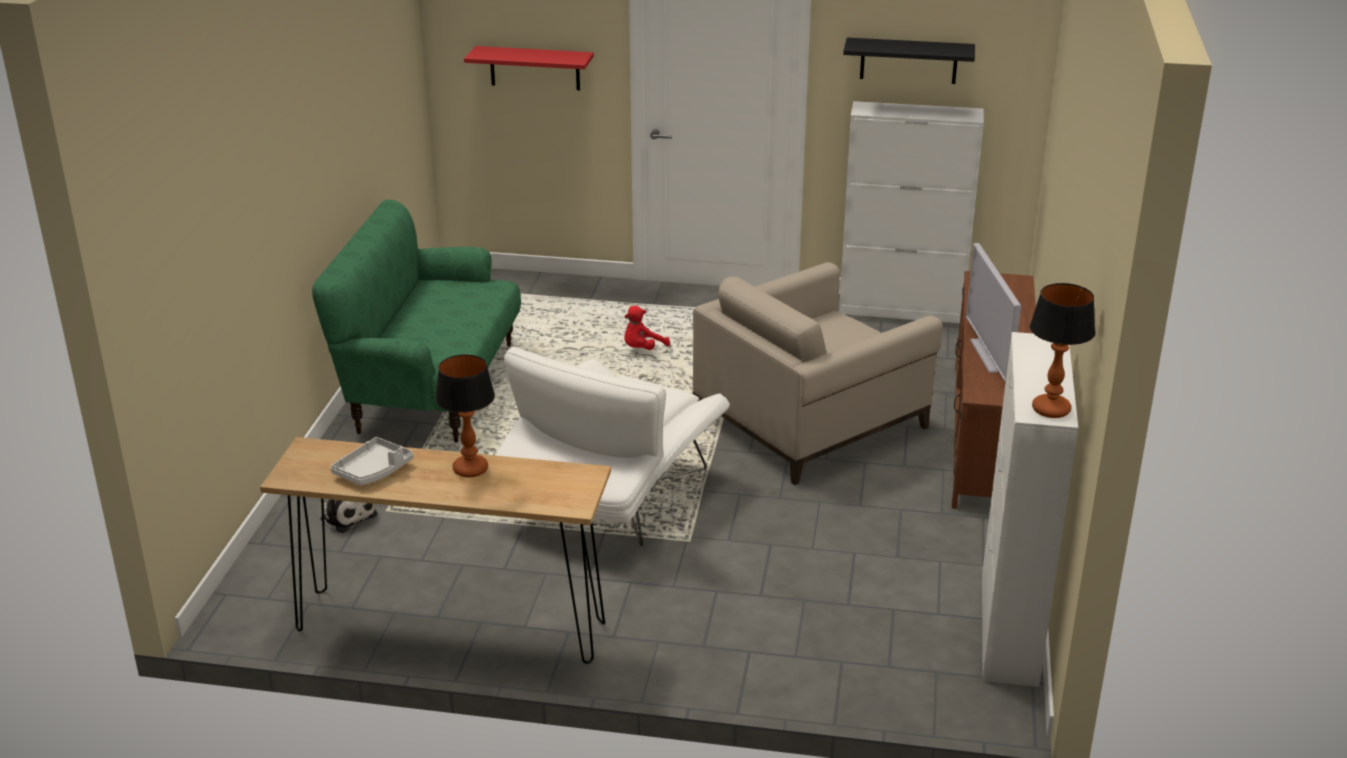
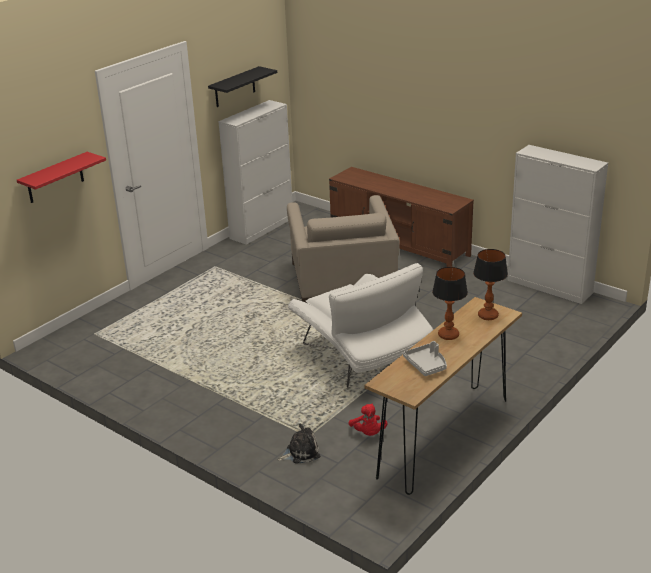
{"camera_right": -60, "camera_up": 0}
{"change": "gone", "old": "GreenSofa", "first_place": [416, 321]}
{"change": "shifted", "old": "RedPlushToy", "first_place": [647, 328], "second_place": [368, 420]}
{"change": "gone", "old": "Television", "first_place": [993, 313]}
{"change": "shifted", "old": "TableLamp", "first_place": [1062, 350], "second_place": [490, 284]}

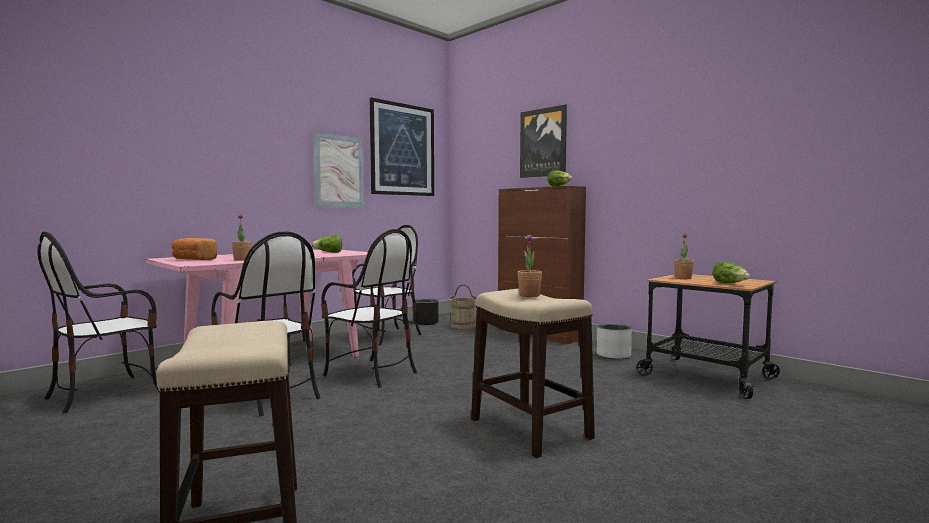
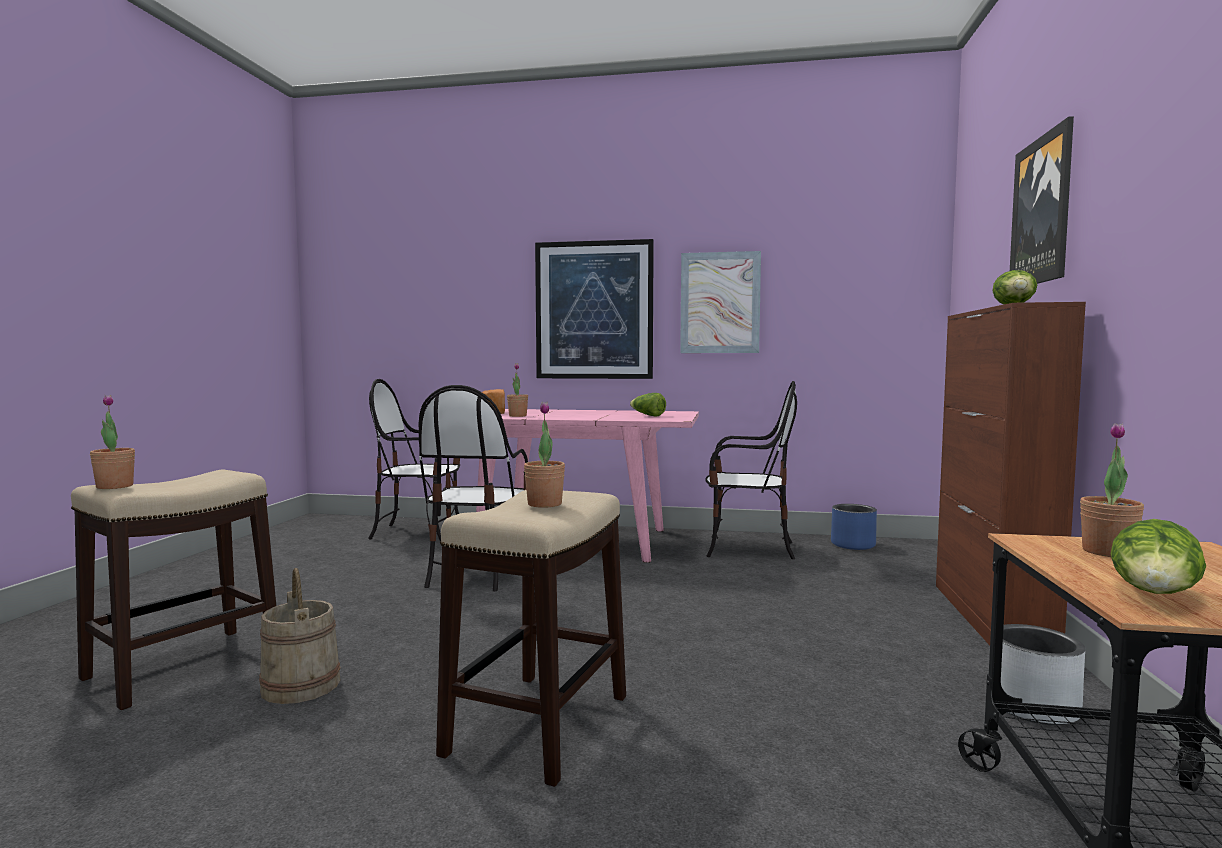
{"camera_right": 55, "camera_up": 0}
{"change": "gone", "old": "Chair", "first_place": [369, 308]}
{"change": "shifted", "old": "Picture", "first_place": [402, 146], "second_place": [594, 309]}
{"change": "repainted", "old": "BlackPlanter", "new": "BluePlanter", "first_place": [426, 311], "second_place": [854, 527]}
{"change": "shifted", "old": "BeigeBucket", "first_place": [463, 306], "second_place": [300, 636]}
{"change": "new", "new": "PottedPlant", "second_place": [112, 442]}

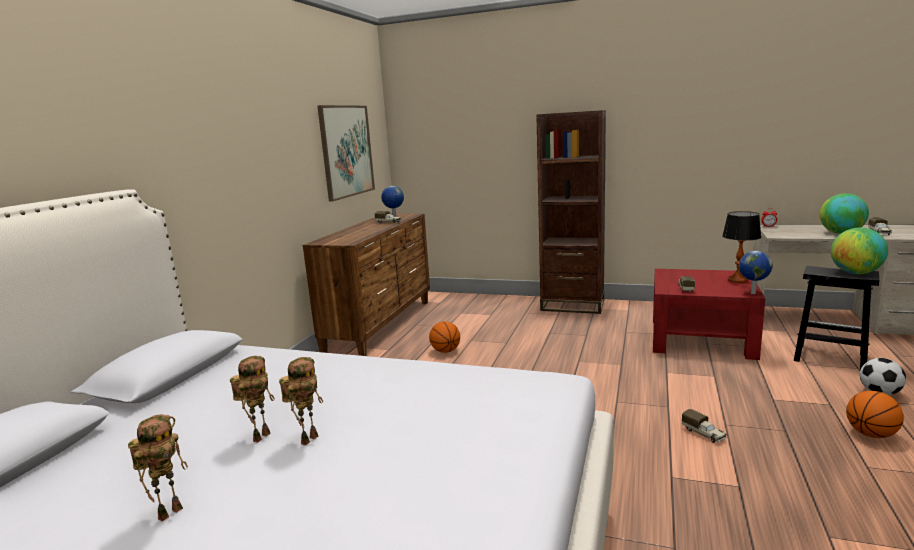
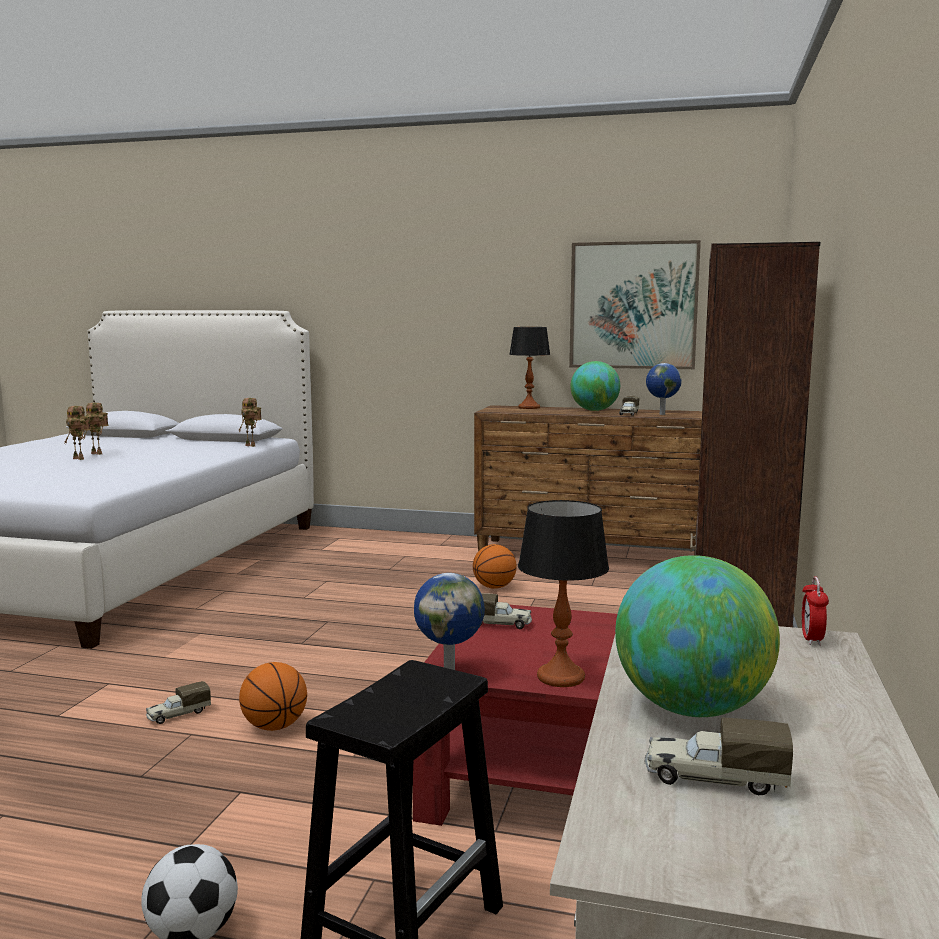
{"camera_right": 85, "camera_up": -5}
{"change": "shifted", "old": "ToyRobot", "first_place": [158, 467], "second_place": [250, 422]}
{"change": "shifted", "old": "Globe", "first_place": [859, 251], "second_place": [595, 386]}
{"change": "shifted", "old": "Basketball", "first_place": [875, 414], "second_place": [273, 696]}
{"change": "new", "new": "TableLamp", "second_place": [529, 368]}

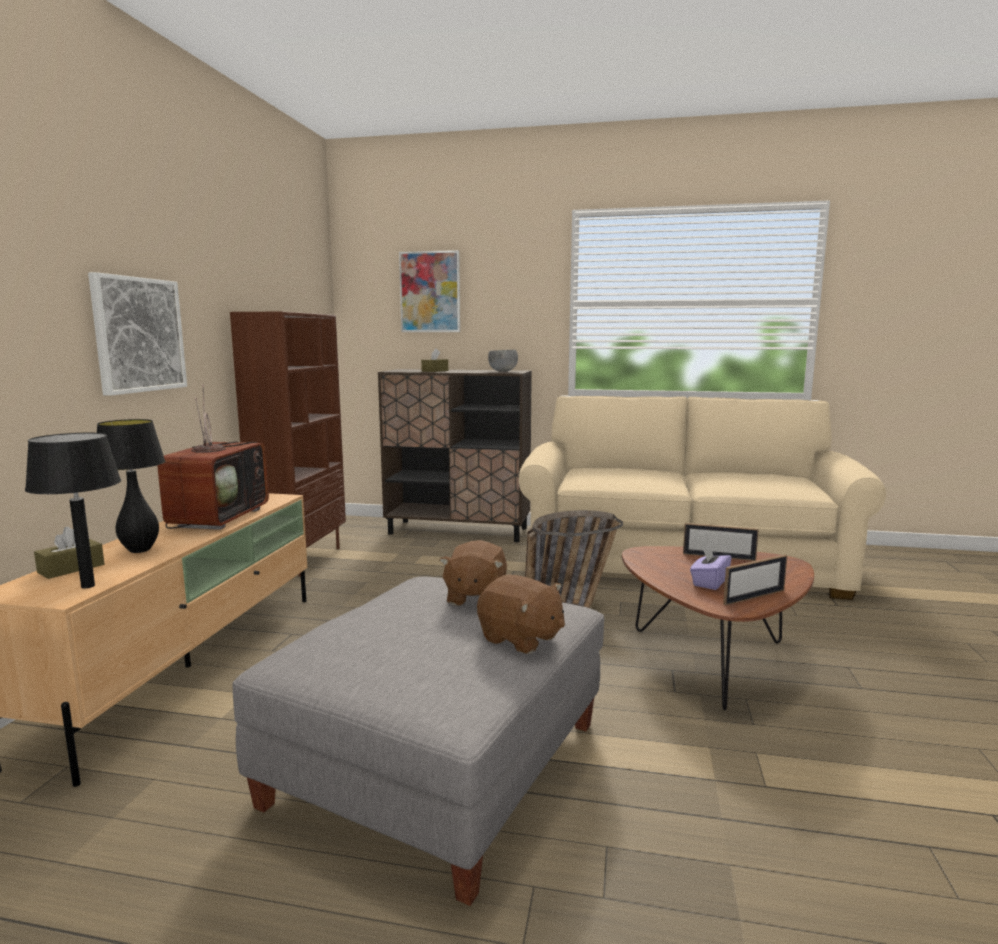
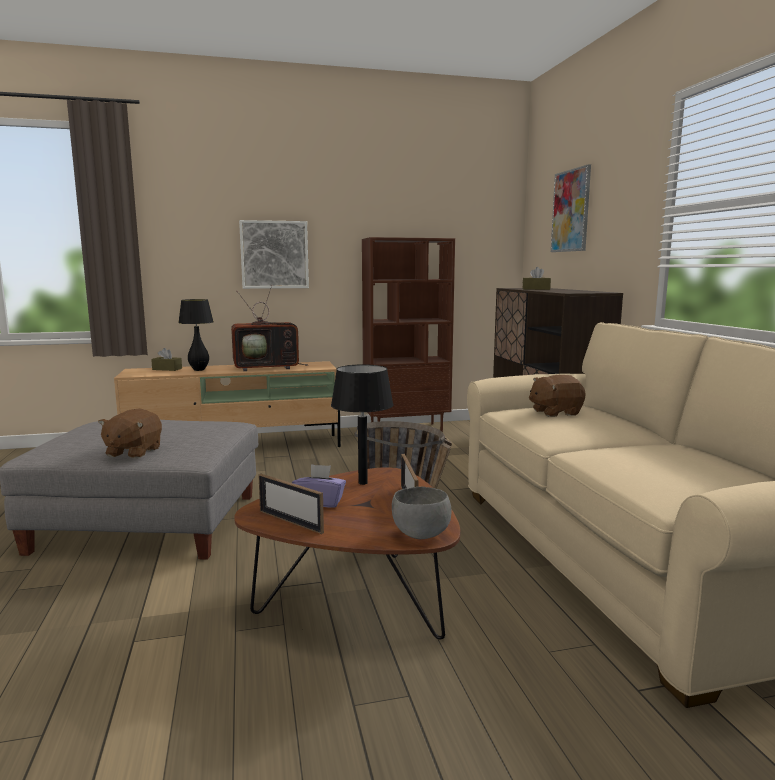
{"camera_right": 65, "camera_up": 0}
{"change": "shifted", "old": "BlackTableLamp", "first_place": [73, 510], "second_place": [362, 424]}
{"change": "shifted", "old": "BrownPlushToy", "first_place": [473, 573], "second_place": [557, 396]}
{"change": "shifted", "old": "GreyBowl", "first_place": [503, 361], "second_place": [421, 513]}

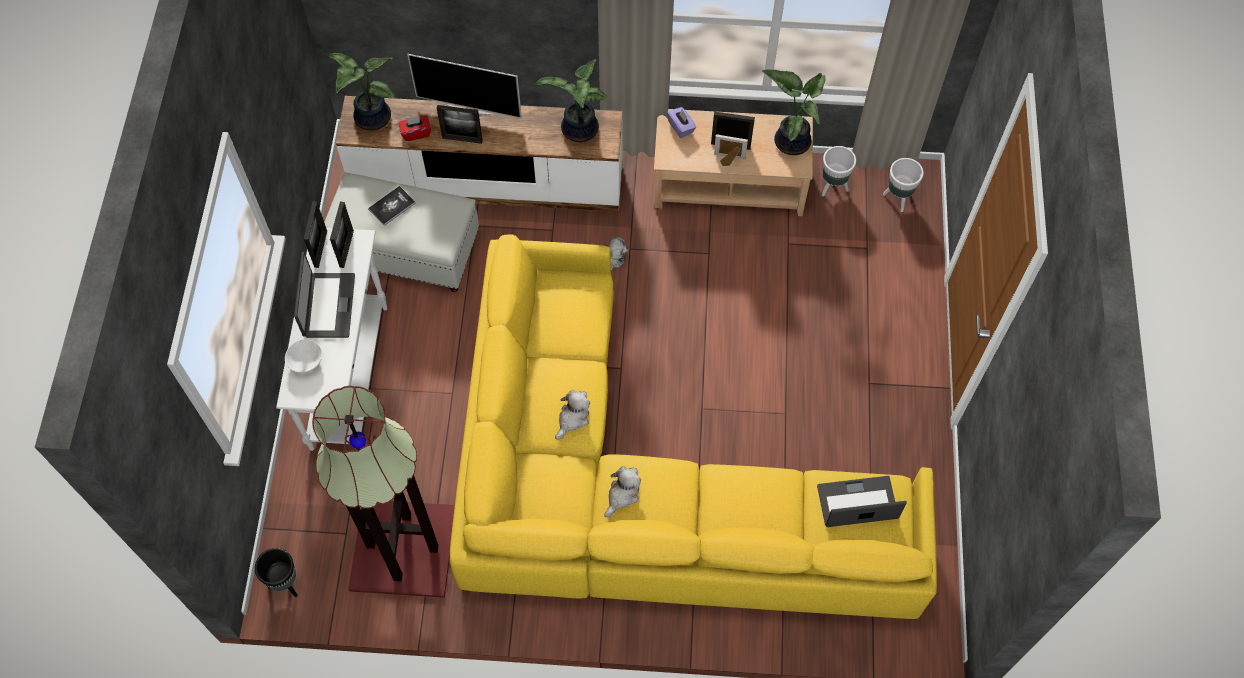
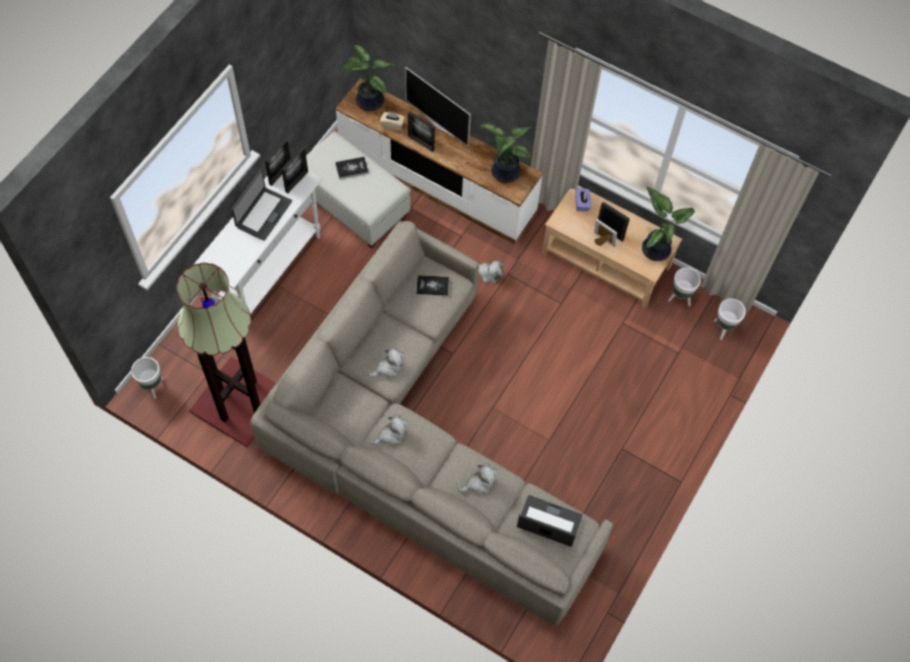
{"camera_right": 25, "camera_up": 0}
{"change": "repainted", "old": "BlackPlanter", "new": "WhitePlanter", "first_place": [276, 572], "second_place": [147, 378]}
{"change": "gone", "old": "WhiteBowl", "first_place": [303, 356]}
{"change": "repainted", "old": "RedTissueBox", "new": "BeigeTissueBox", "first_place": [415, 128], "second_place": [392, 121]}
{"change": "repainted", "old": "YellowSofa", "new": "GreySofa", "first_place": [693, 426], "second_place": [431, 423]}
{"change": "new", "new": "Book", "second_place": [432, 285]}
{"change": "new", "new": "PlushToy", "second_place": [477, 479]}

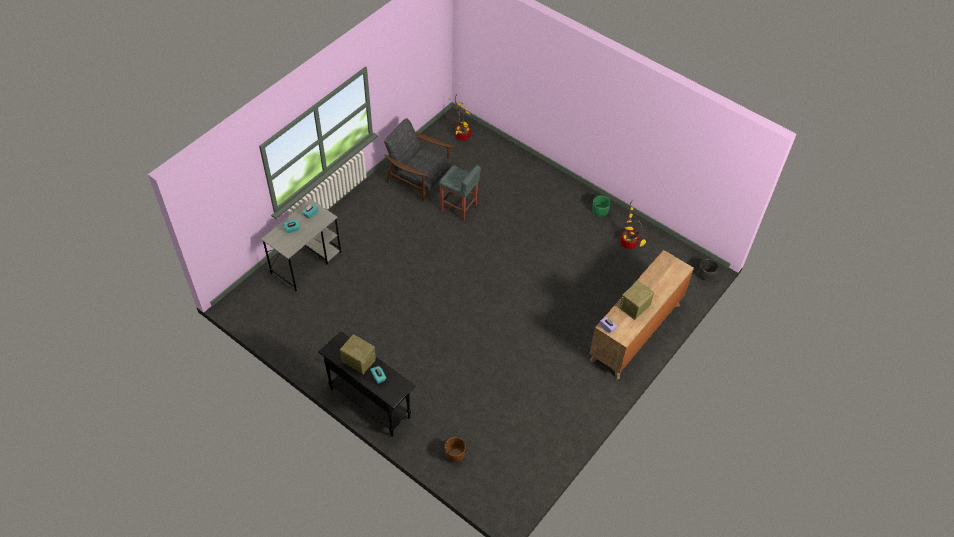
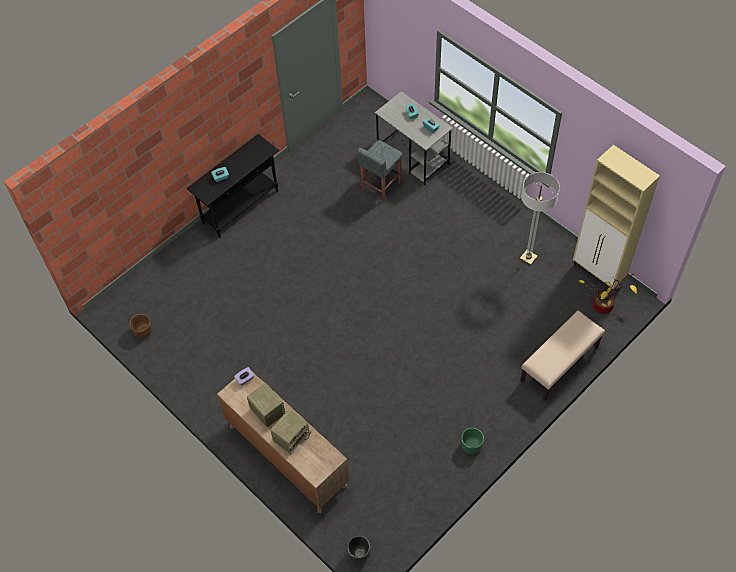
{"camera_right": 100, "camera_up": 5}
{"change": "shifted", "old": "Radio", "first_place": [358, 354], "second_place": [290, 431]}
{"change": "swapped", "old": "GreyArmchair", "new": "FloorLamp", "first_place": [419, 160], "second_place": [540, 218]}
{"change": "shifted", "old": "GreyStool", "first_place": [460, 193], "second_place": [380, 171]}
{"change": "shifted", "old": "BrownPlanter", "first_place": [455, 449], "second_place": [140, 326]}
{"change": "gone", "old": "PottedPlant", "first_place": [635, 224]}
{"change": "new", "new": "BeigeBench", "second_place": [562, 355]}
{"change": "new", "new": "BeigeCabinet", "second_place": [616, 219]}

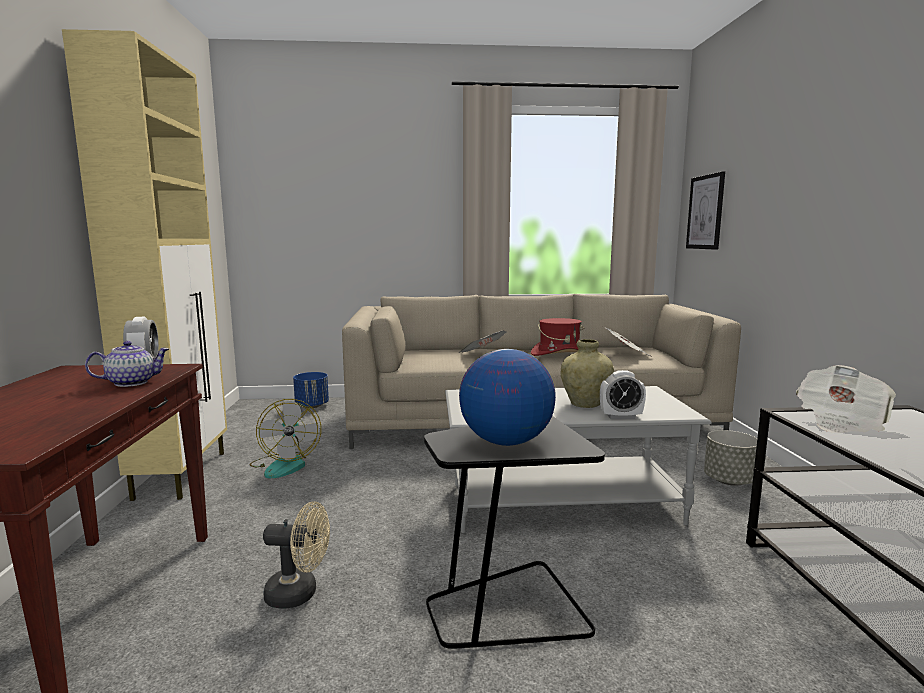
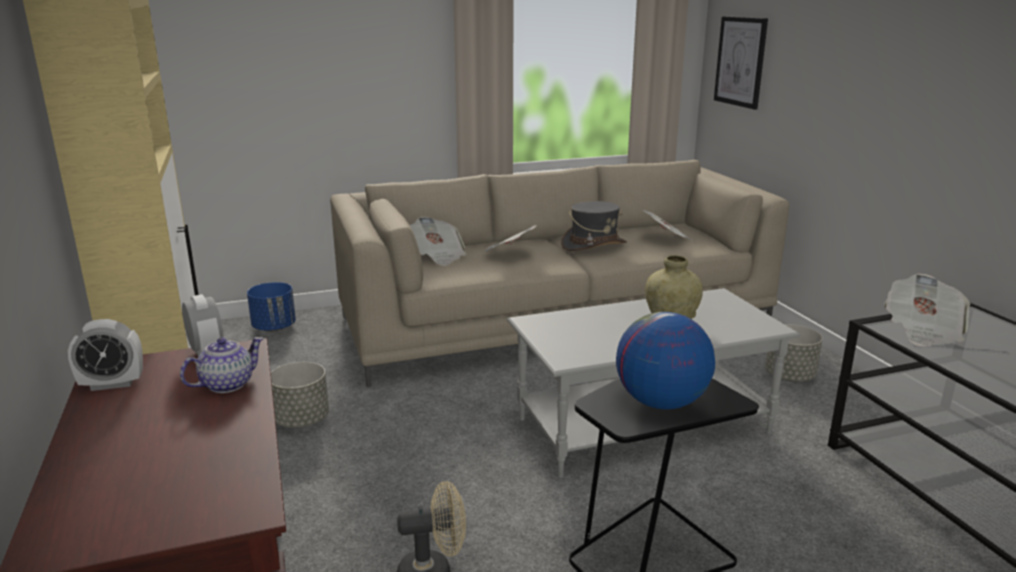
{"camera_right": -15, "camera_up": 10}
{"change": "swapped", "old": "Fan", "new": "GreyPlanter", "first_place": [285, 438], "second_place": [300, 395]}
{"change": "repainted", "old": "RedHat", "new": "GreyHat", "first_place": [557, 337], "second_place": [594, 226]}
{"change": "shifted", "old": "AlarmClock", "first_place": [623, 394], "second_place": [105, 355]}
{"change": "new", "new": "Newspaper", "second_place": [438, 241]}

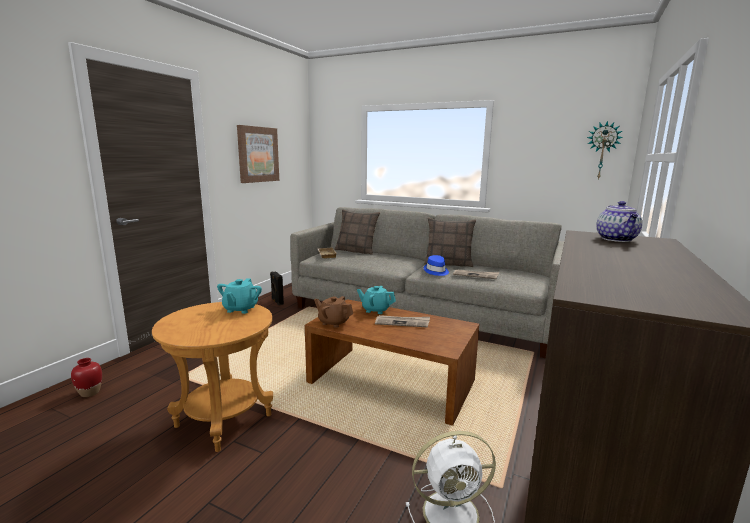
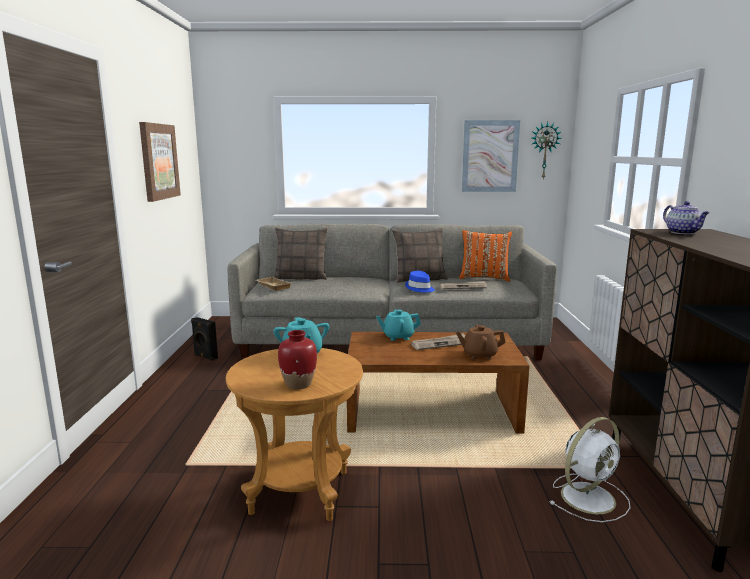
{"camera_right": -25, "camera_up": 0}
{"change": "shifted", "old": "RedVase", "first_place": [86, 377], "second_place": [297, 360]}
{"change": "shifted", "old": "BrownTeapot", "first_place": [333, 312], "second_place": [481, 342]}
{"change": "new", "new": "OrangePillow", "second_place": [485, 255]}
{"change": "new", "new": "Picture", "second_place": [491, 156]}

